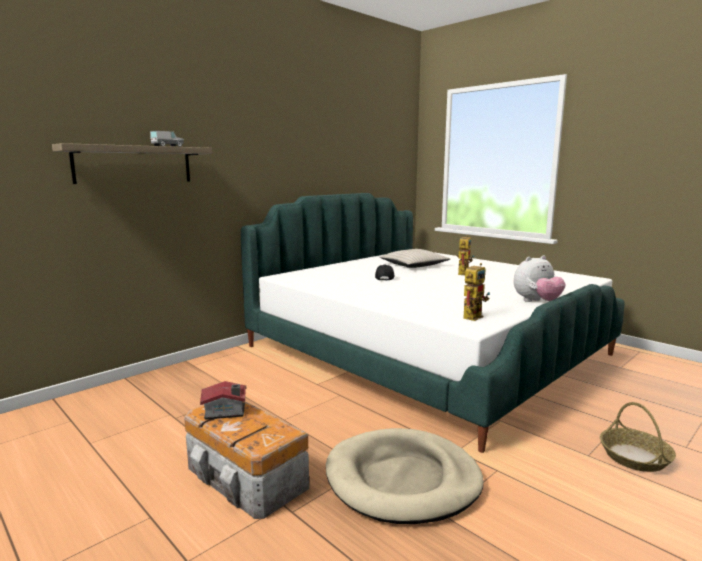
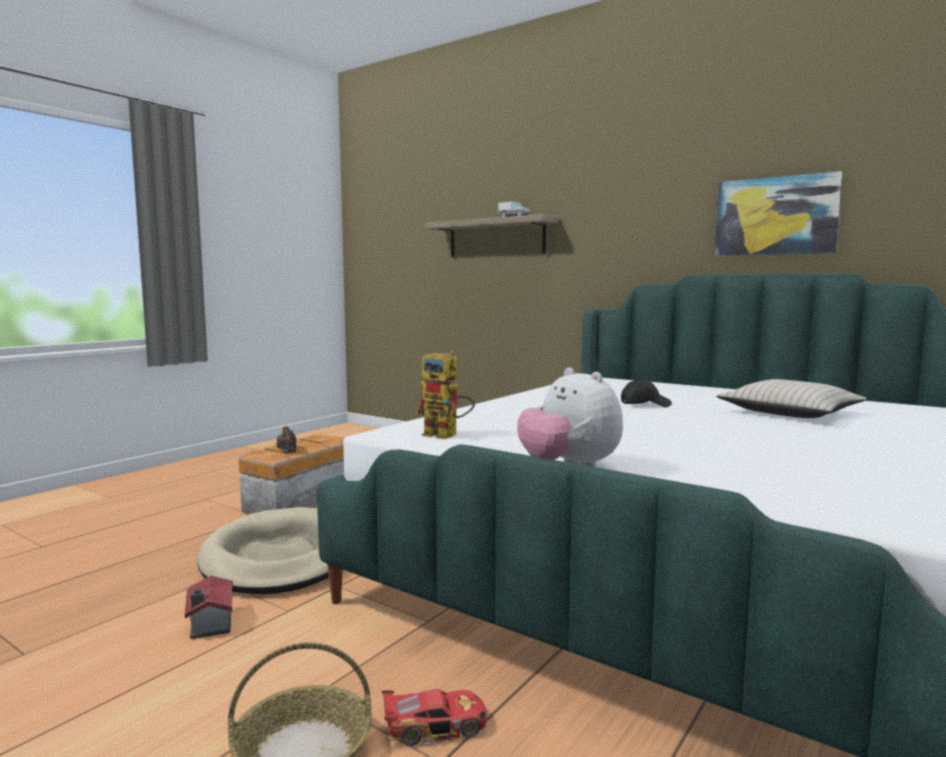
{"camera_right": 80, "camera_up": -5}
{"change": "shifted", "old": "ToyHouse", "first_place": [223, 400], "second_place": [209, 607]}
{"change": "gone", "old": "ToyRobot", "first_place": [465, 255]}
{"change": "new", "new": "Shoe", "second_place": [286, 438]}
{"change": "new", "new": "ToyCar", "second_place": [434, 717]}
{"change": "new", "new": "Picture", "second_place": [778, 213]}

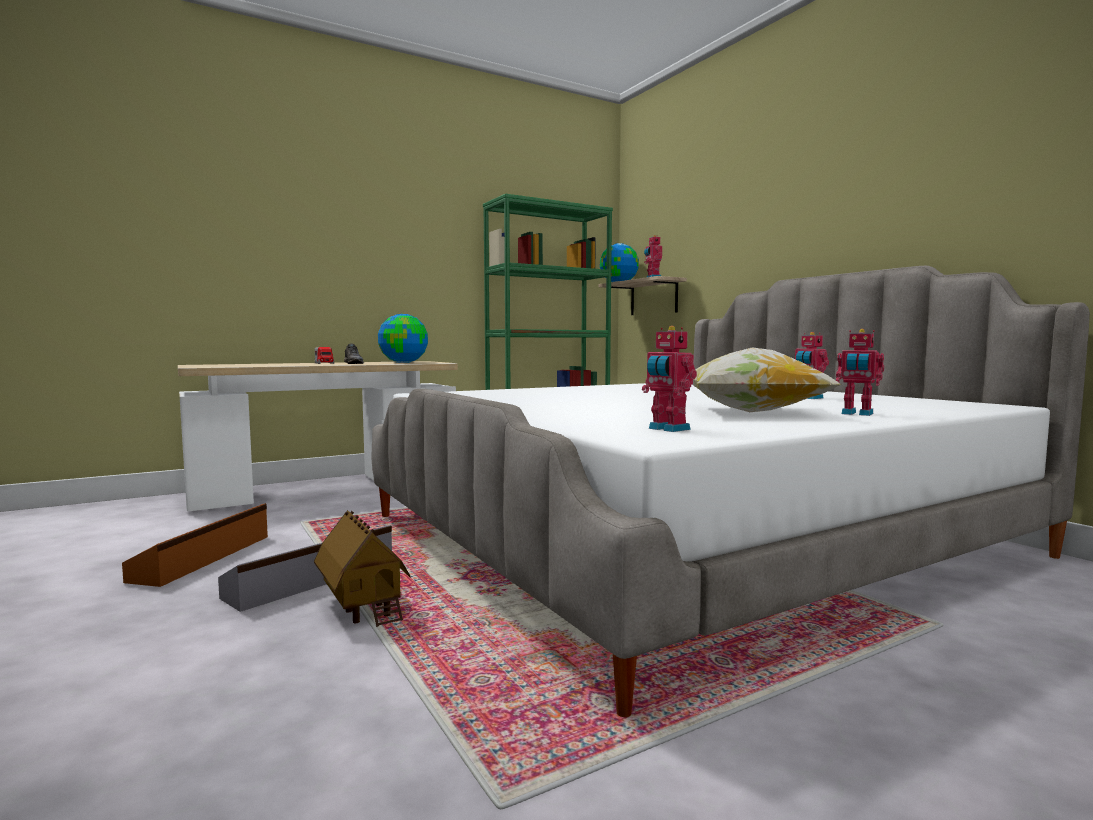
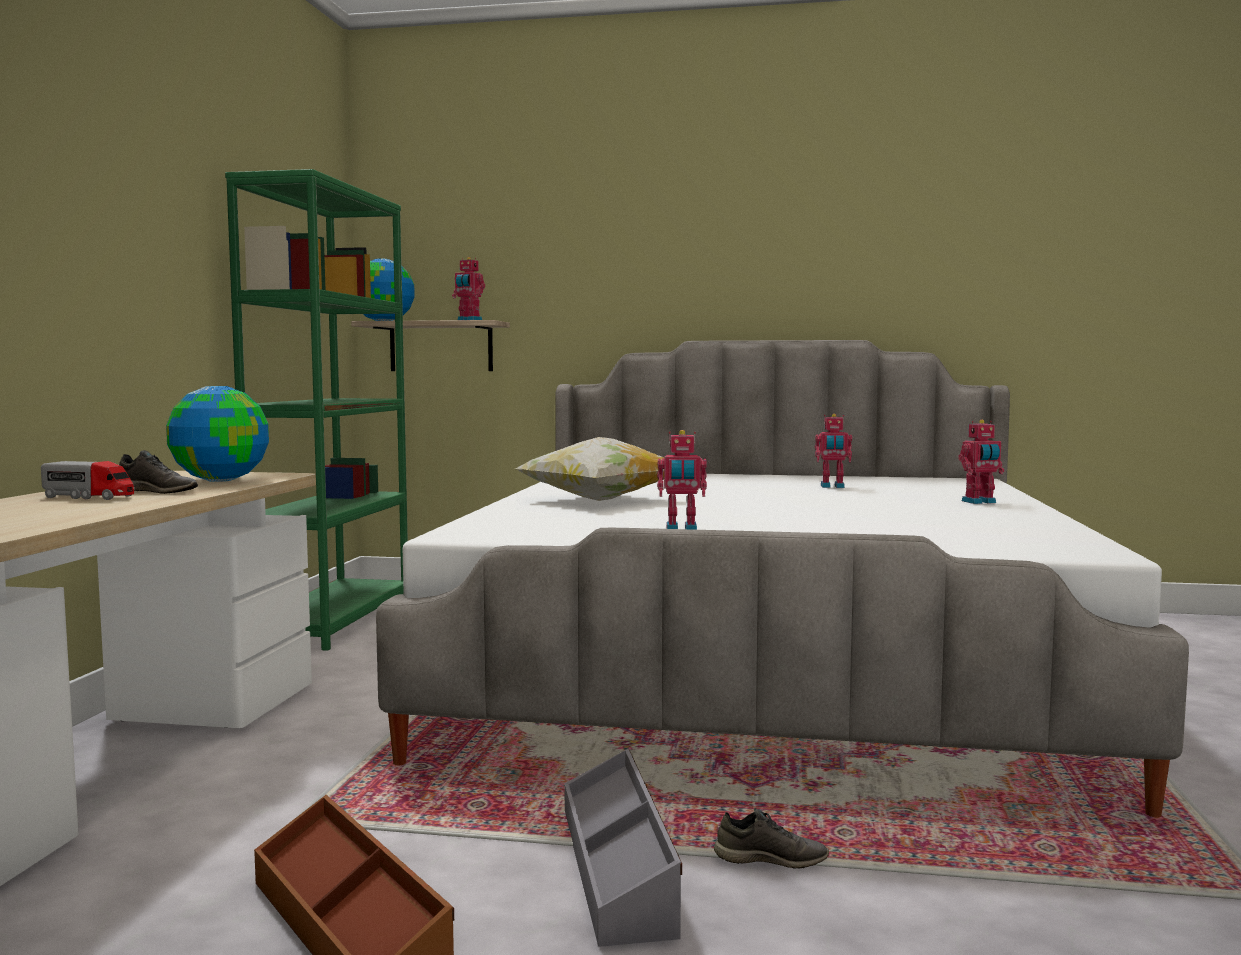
{"camera_right": -50, "camera_up": 0}
{"change": "swapped", "old": "ToyHouse", "new": "GreyShoe", "first_place": [362, 568], "second_place": [771, 838]}
{"change": "shifted", "old": "ToyRobot", "first_place": [669, 379], "second_place": [682, 480]}
{"change": "shifted", "old": "Pillow", "first_place": [767, 379], "second_place": [590, 469]}

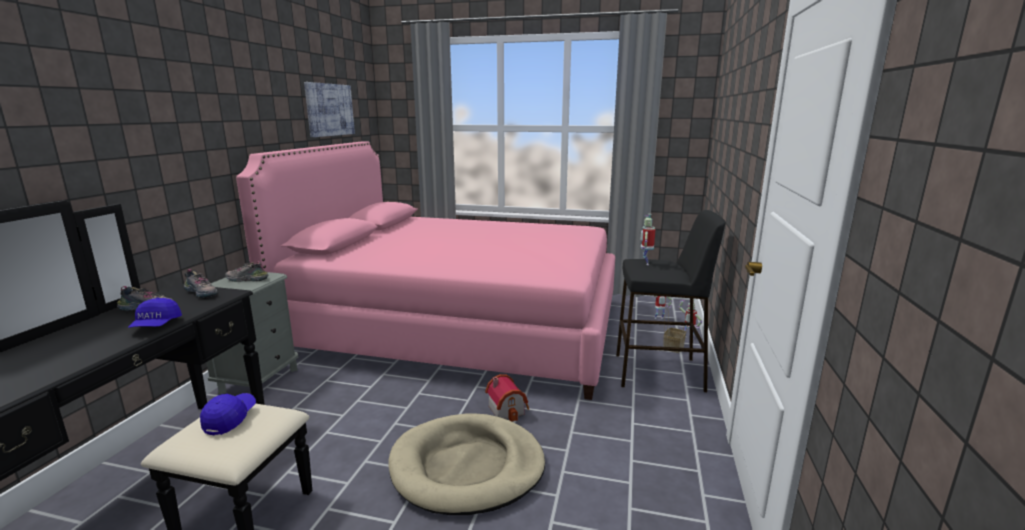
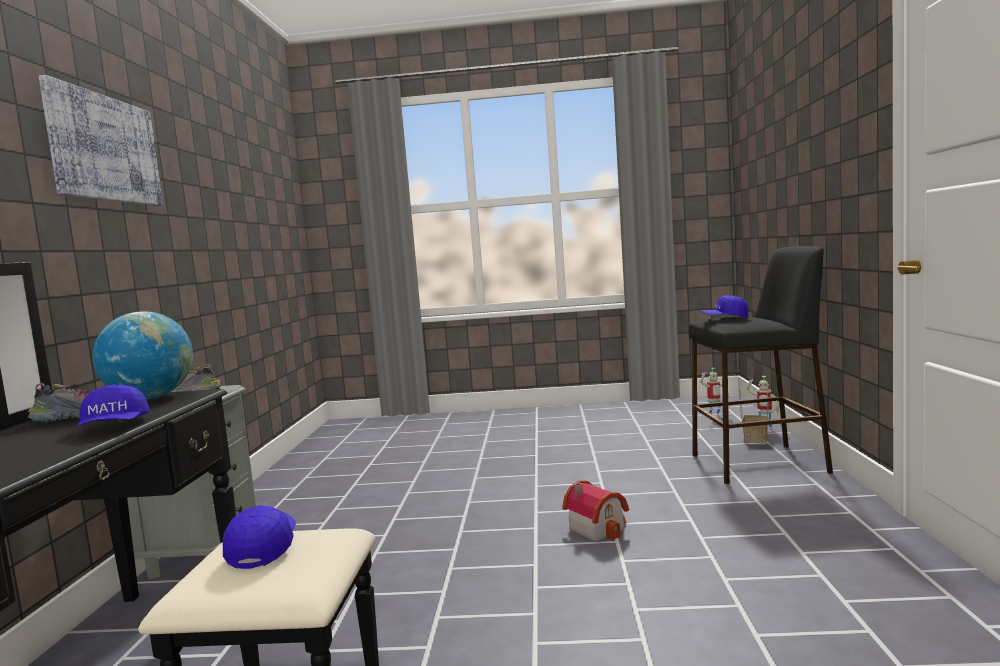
{"camera_right": -10, "camera_up": -10}
{"change": "swapped", "old": "Shoe", "new": "Globe", "first_place": [201, 283], "second_place": [142, 355]}
{"change": "gone", "old": "PinkBed", "first_place": [425, 270]}
{"change": "shifted", "old": "Picture", "first_place": [329, 109], "second_place": [101, 140]}
{"change": "gone", "old": "BeigeDogBed", "first_place": [466, 464]}
{"change": "swapped", "old": "ToyRobot", "new": "BlueCap", "first_place": [647, 239], "second_place": [724, 306]}

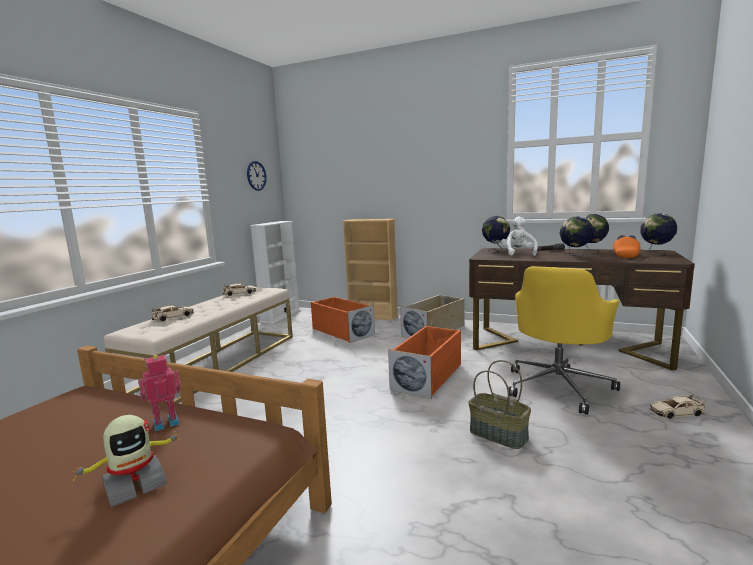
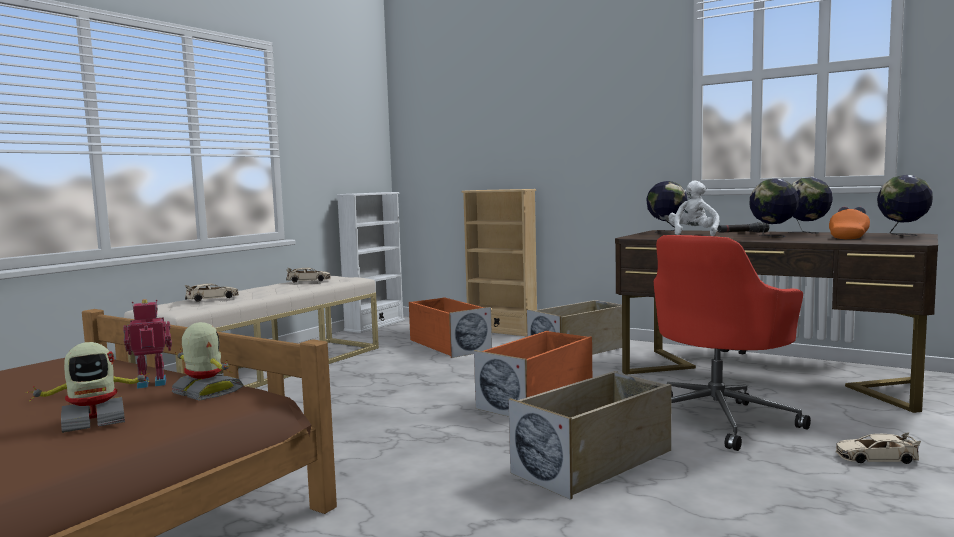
{"camera_right": 10, "camera_up": -5}
{"change": "gone", "old": "WallClock", "first_place": [257, 176]}
{"change": "swapped", "old": "Basket", "new": "BeigeStorageBox", "first_place": [500, 404], "second_place": [590, 435]}
{"change": "repainted", "old": "YellowOfficeChair", "new": "RedOfficeChair", "first_place": [564, 340], "second_place": [732, 343]}
{"change": "new", "new": "ToyRobot", "second_place": [207, 361]}

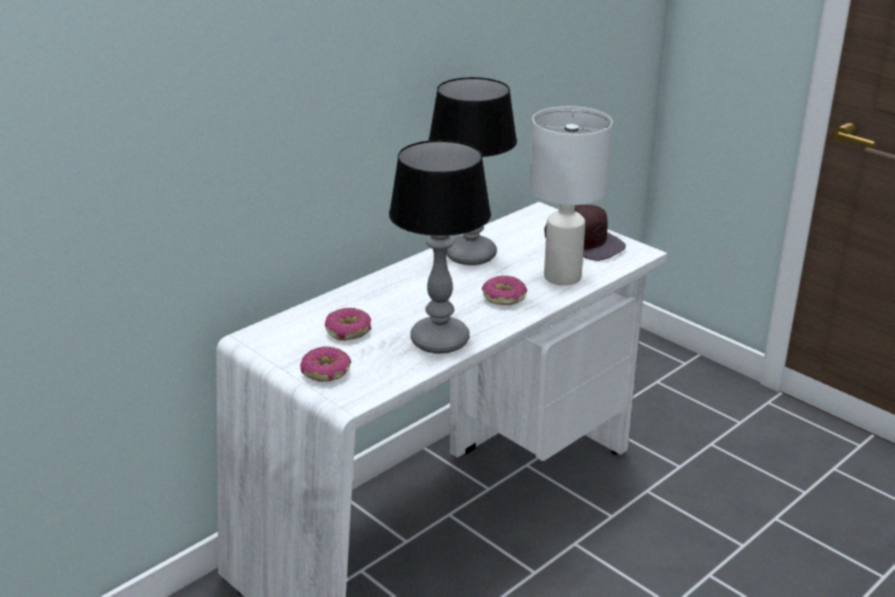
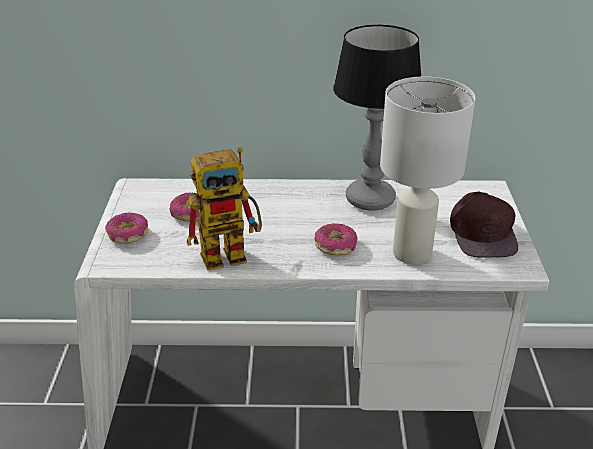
{"camera_right": 45, "camera_up": 5}
{"change": "swapped", "old": "TableLamp", "new": "ToyRobot", "first_place": [440, 247], "second_place": [224, 209]}

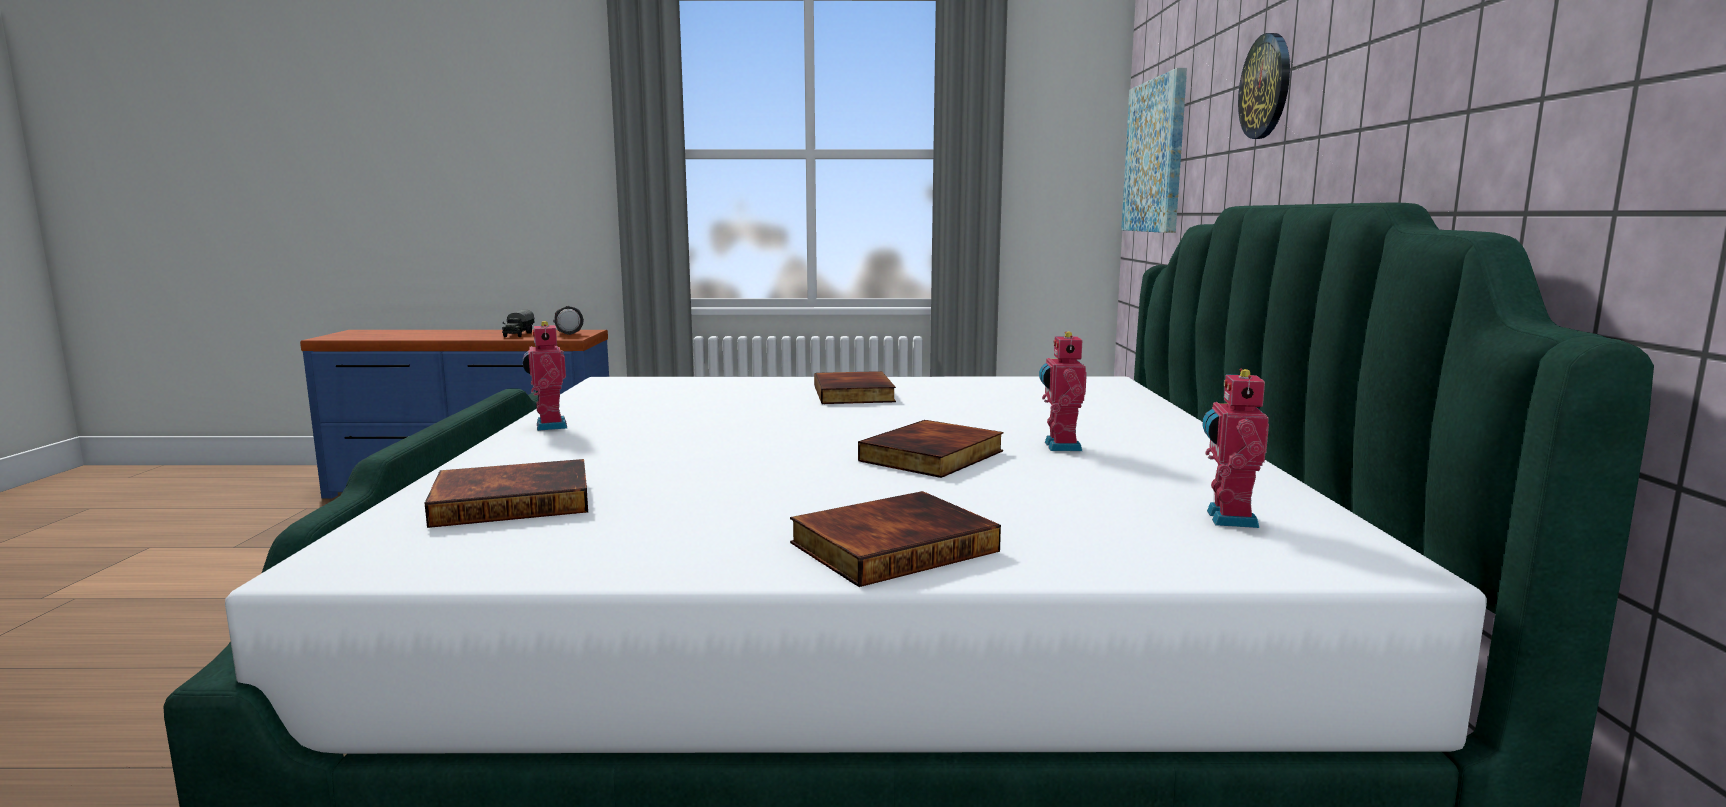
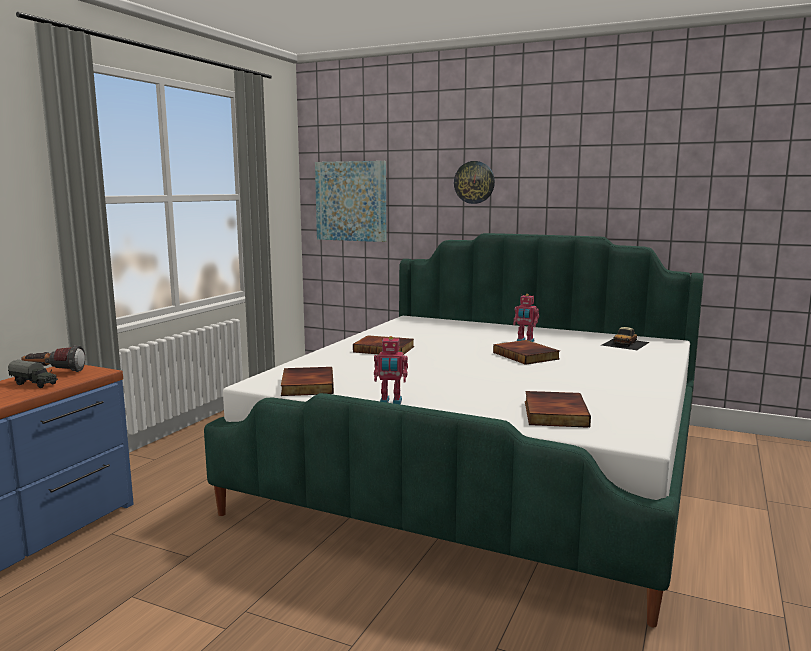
{"camera_right": -65, "camera_up": 0}
{"change": "shifted", "old": "Book", "first_place": [895, 539], "second_place": [307, 381]}
{"change": "swapped", "old": "ToyRobot", "new": "ToyCar", "first_place": [1235, 448], "second_place": [626, 338]}

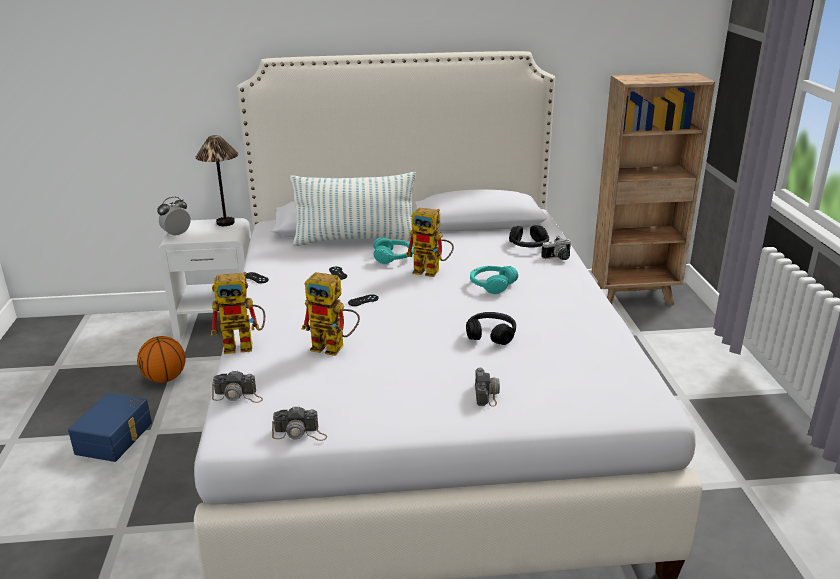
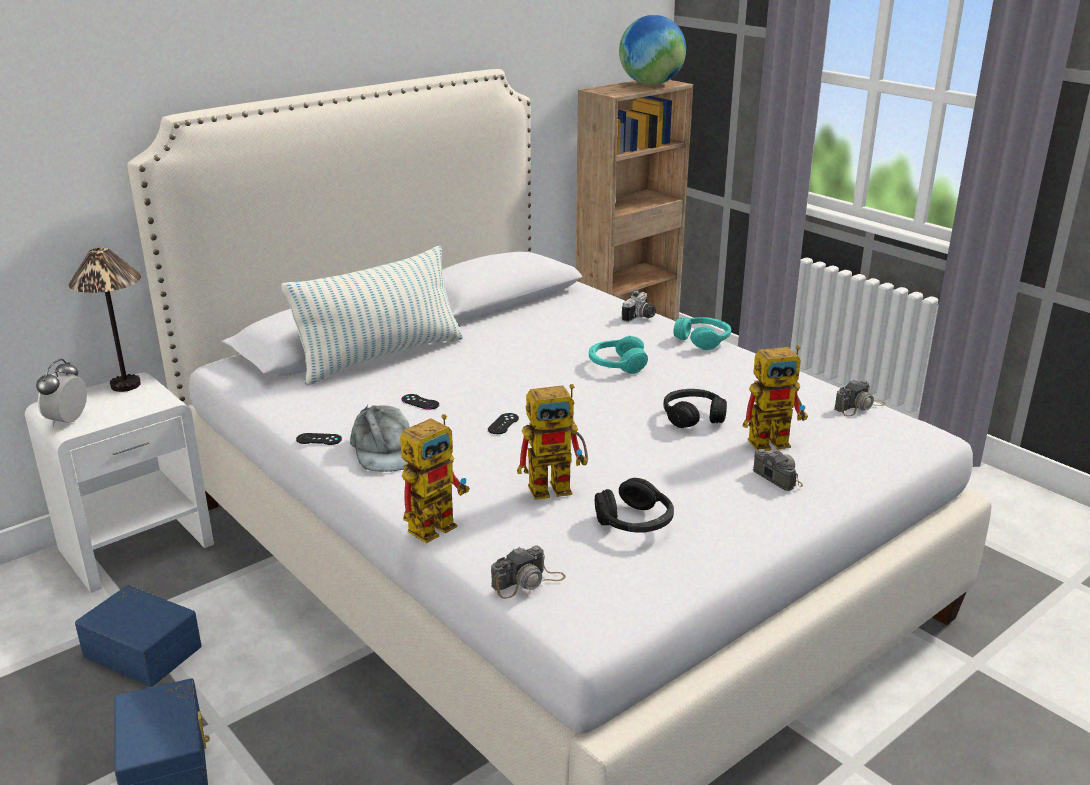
{"camera_right": -35, "camera_up": 0}
{"change": "swapped", "old": "Basketball", "new": "BlueStorageBox", "first_place": [161, 359], "second_place": [138, 636]}
{"change": "shifted", "old": "PhotoCamera", "first_place": [299, 423], "second_place": [860, 398]}
{"change": "shifted", "old": "TurquoiseHeadphones", "first_place": [393, 250], "second_place": [702, 333]}
{"change": "shifted", "old": "ToyRobot", "first_place": [430, 242], "second_place": [775, 398]}
{"change": "shifted", "old": "BlackHeadphones", "first_place": [529, 236], "second_place": [634, 505]}
{"change": "new", "new": "GreyCap", "second_place": [380, 438]}
{"change": "new", "new": "Globe", "second_place": [652, 50]}

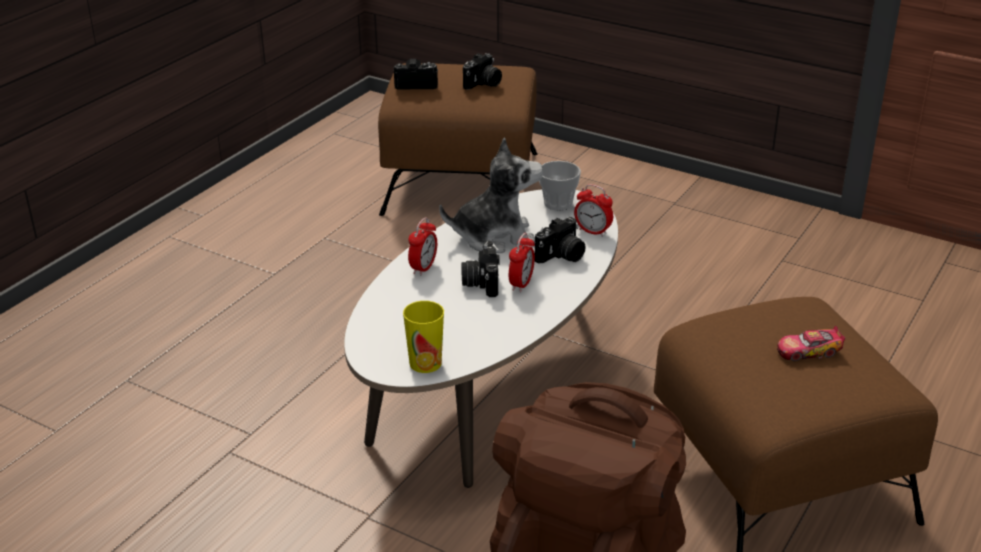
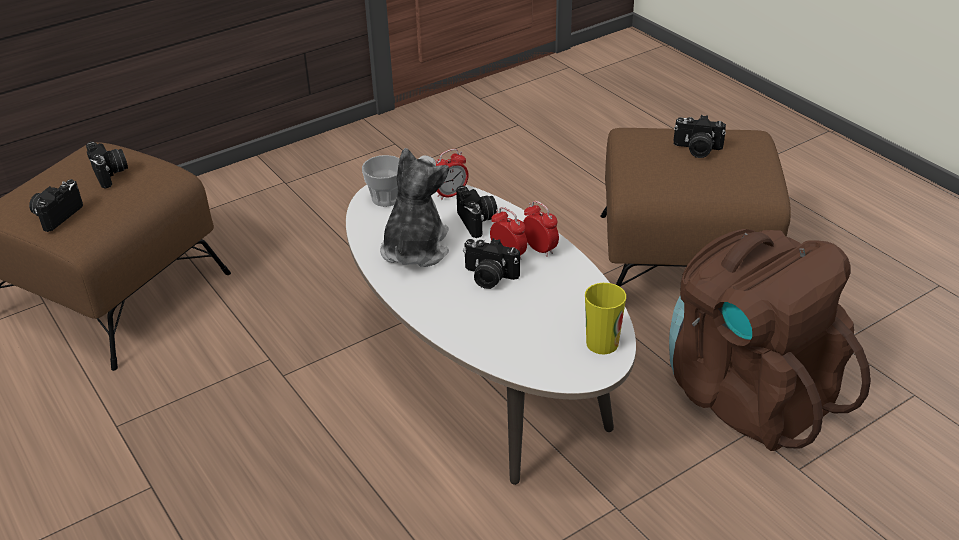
{"camera_right": -65, "camera_up": 5}
{"change": "shifted", "old": "AlarmClock", "first_place": [422, 246], "second_place": [541, 229]}
{"change": "swapped", "old": "ToyCar", "new": "PhotoCamera", "first_place": [811, 343], "second_place": [700, 136]}

